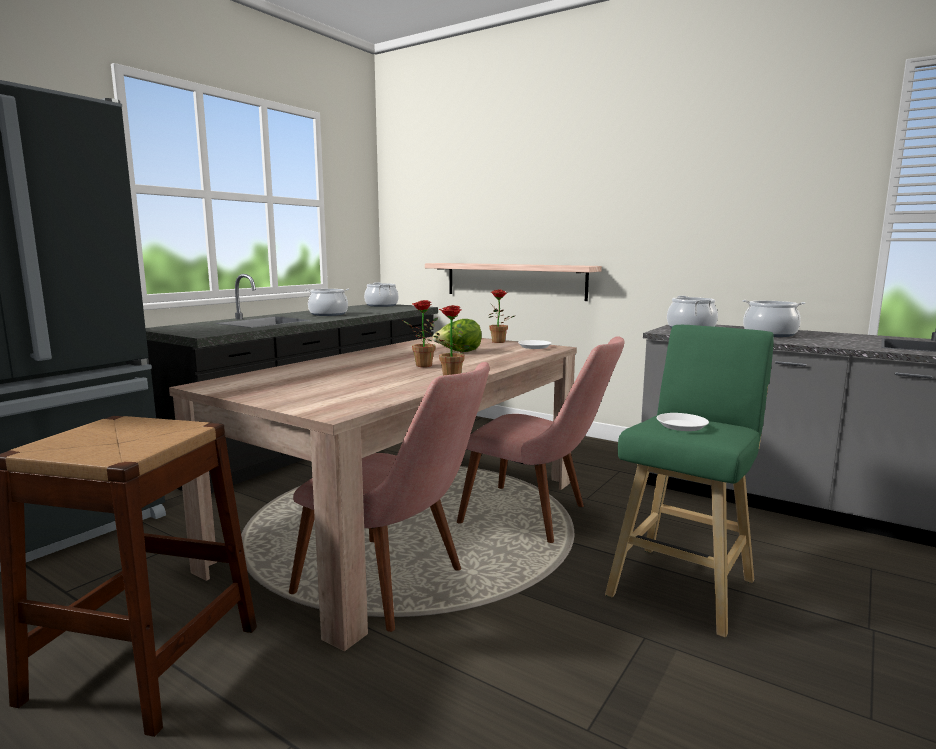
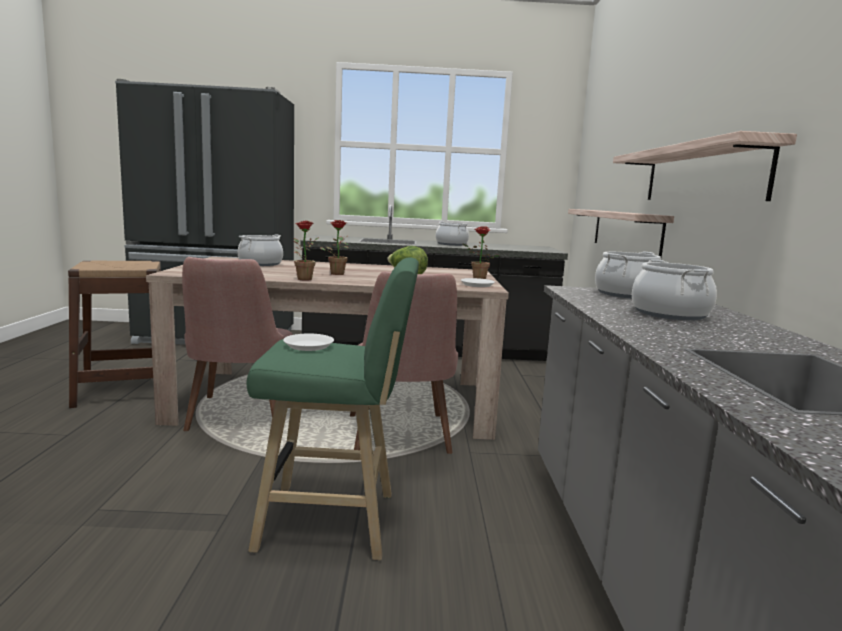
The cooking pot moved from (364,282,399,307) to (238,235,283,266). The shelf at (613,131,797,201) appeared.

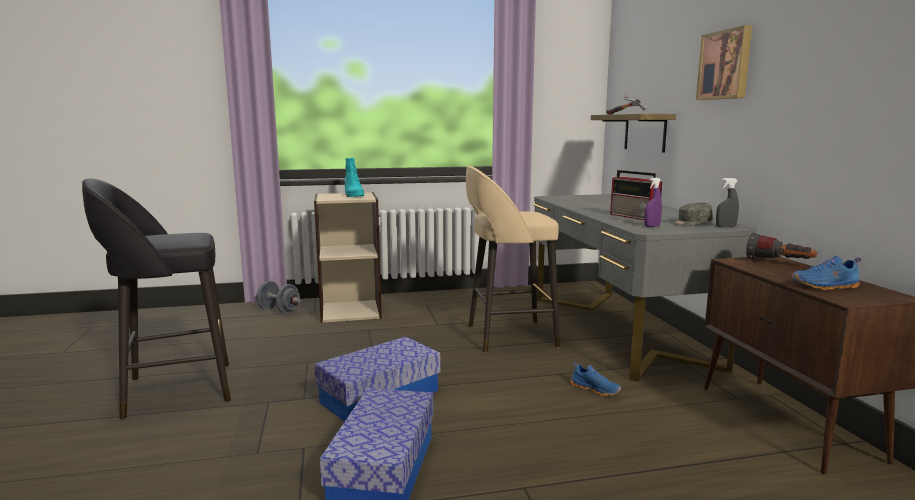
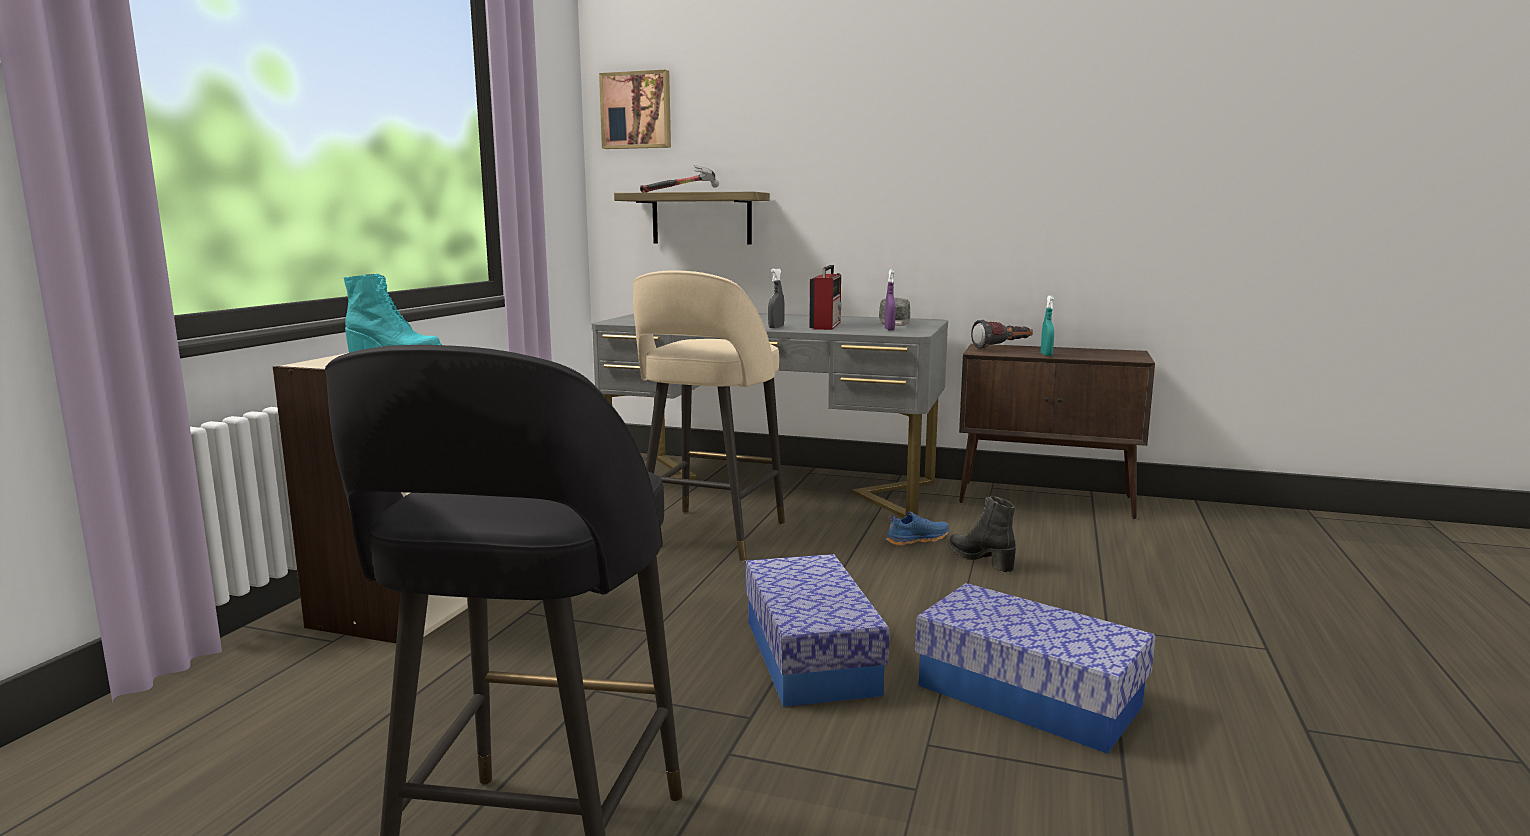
The wall picture moved from (696,25,752,100) to (599,70,671,149). The grey sprayer moved from (716,178,739,227) to (768,268,785,328). The radio at (610,170,662,220) turned 75 degrees counterclockwise. The blackish tall boot at (948,496,1016,572) appeared. The turquoise sprayer at (1041,296,1054,356) appeared. The grey dumbbell at (256,281,300,313) disappeared. The blue item of footwear at (792,256,861,290) disappeared.

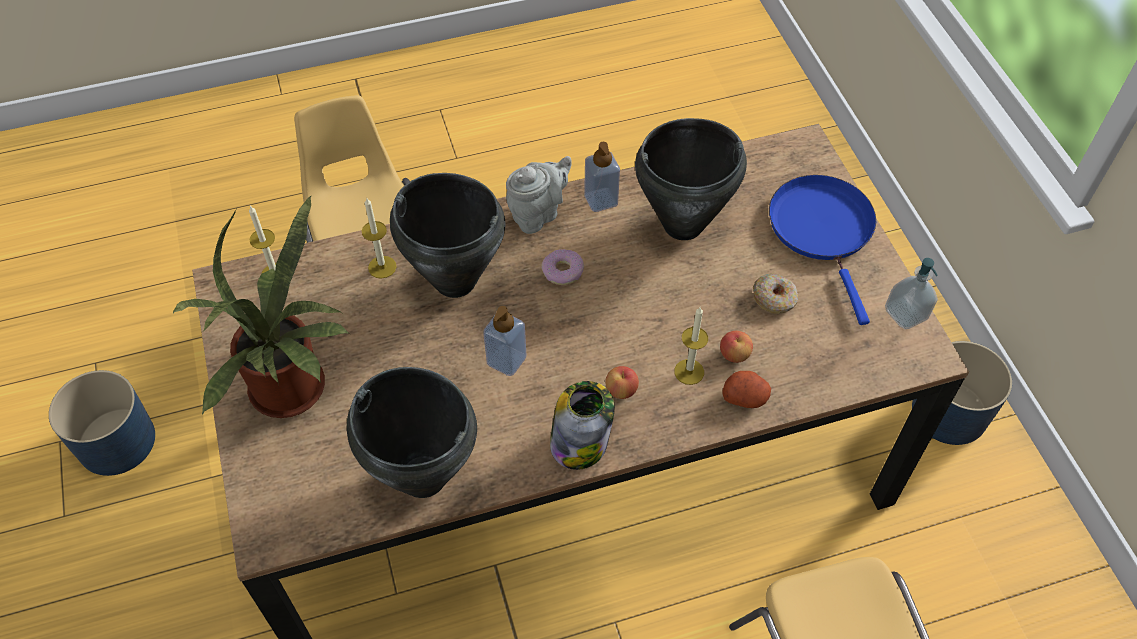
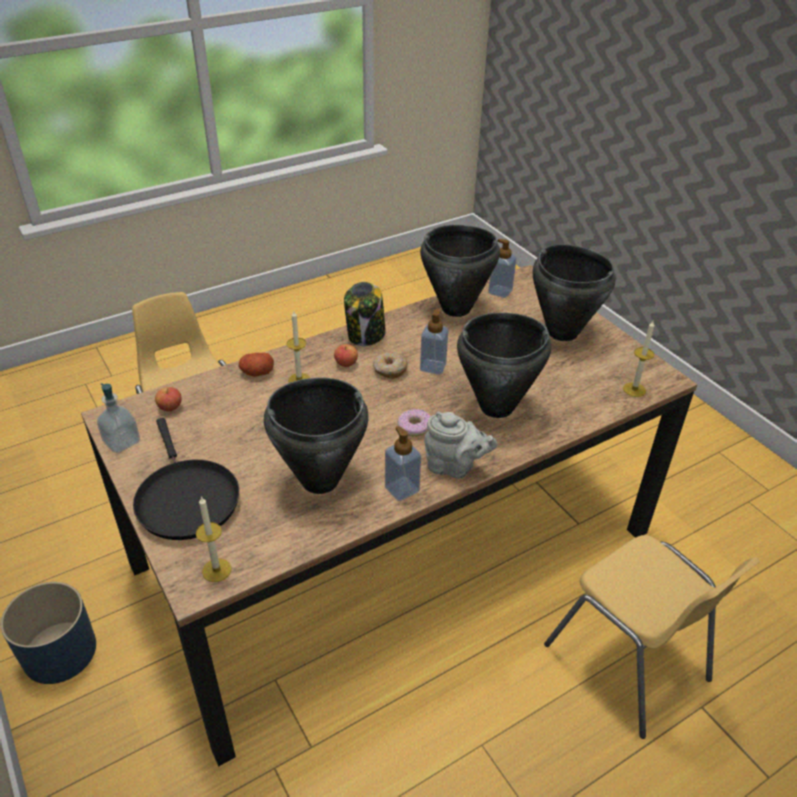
The blue frying pan at (769,175,876,325) became the blackish frying pan at (133,418,239,540). The whole apple moved from (720,331,753,363) to (155,387,182,411). The wax light moved from (362,197,396,279) to (196,496,231,582). The ring doughnut moved from (753,274,798,314) to (373,352,408,379). The grey teapot at (506,156,572,234) turned 105 degrees counterclockwise. The soap dispenser at (488,239,517,298) appeared. The potted plant at (173,195,350,418) was replaced by the blackish cooking pot at (533,244,616,341). The blue plant pot at (49,370,155,476) disappeared.

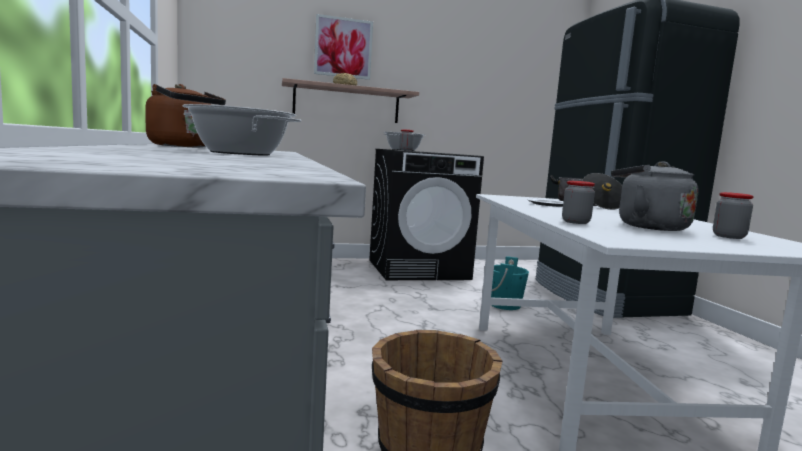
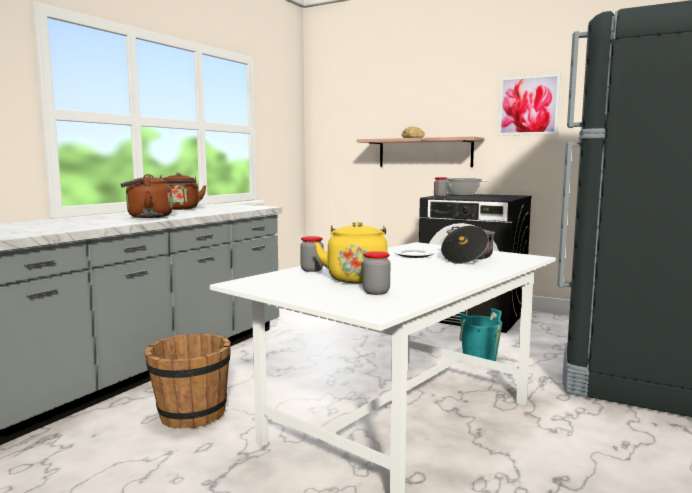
The cooking pot at (182,104,301,156) was replaced by the brown kettle at (121,174,173,218). The grey kettle at (611,161,699,231) became the yellow kettle at (314,222,388,283). The wall picture moved from (314,14,373,80) to (498,74,561,136).

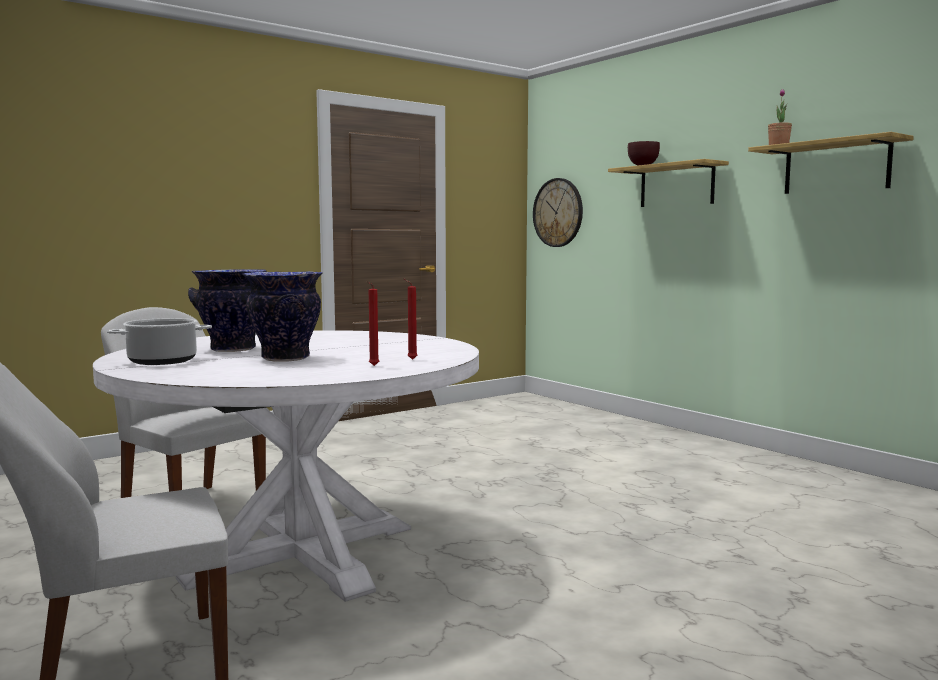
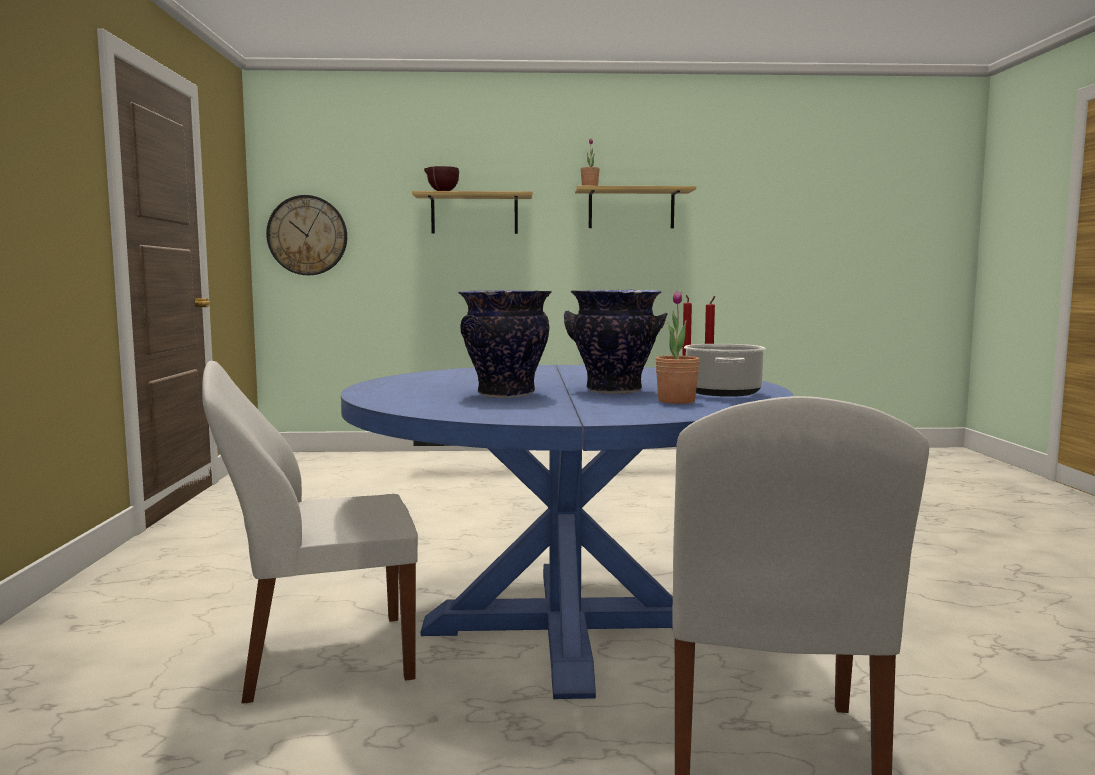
The whitish dinner table at (93,330,479,602) became the blue dinner table at (341,365,793,699). The potted plant at (655,291,700,404) appeared. The cooking pot moved from (107,318,212,365) to (684,344,766,397).

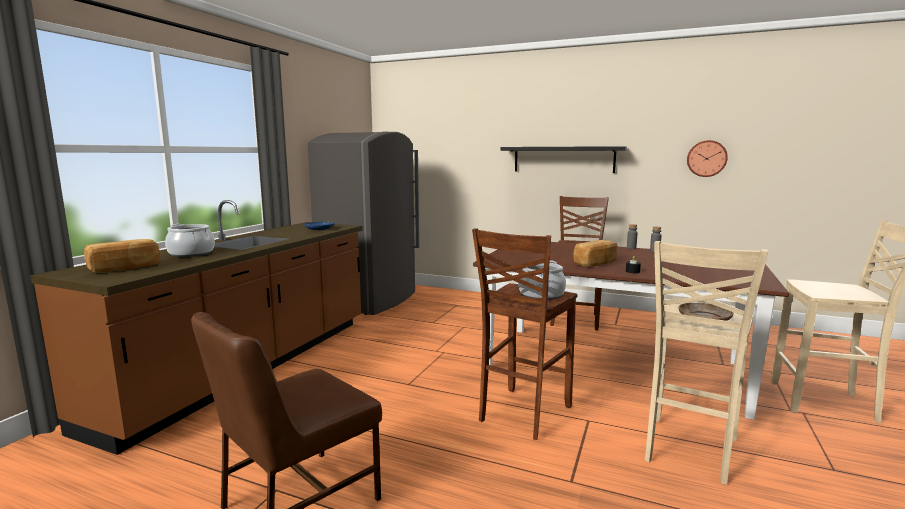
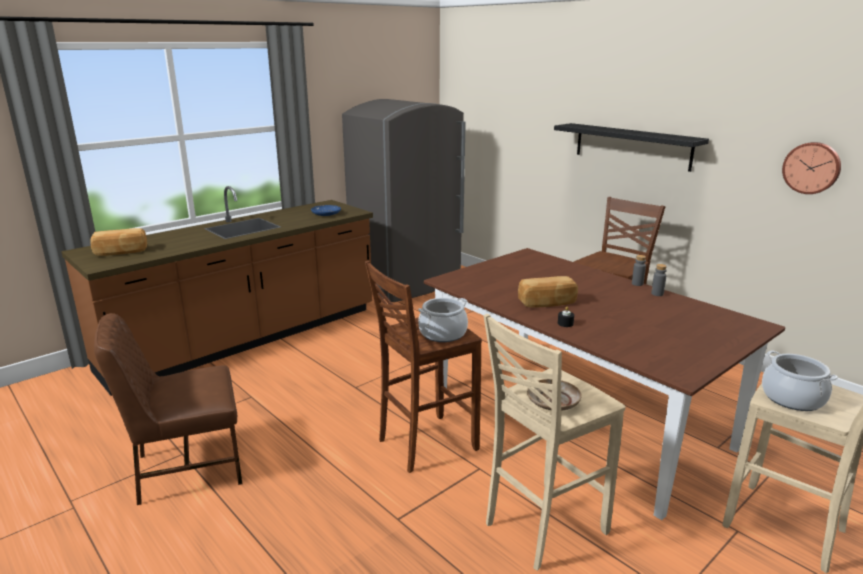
The cooking pot moved from (165,224,215,257) to (762,350,838,411).

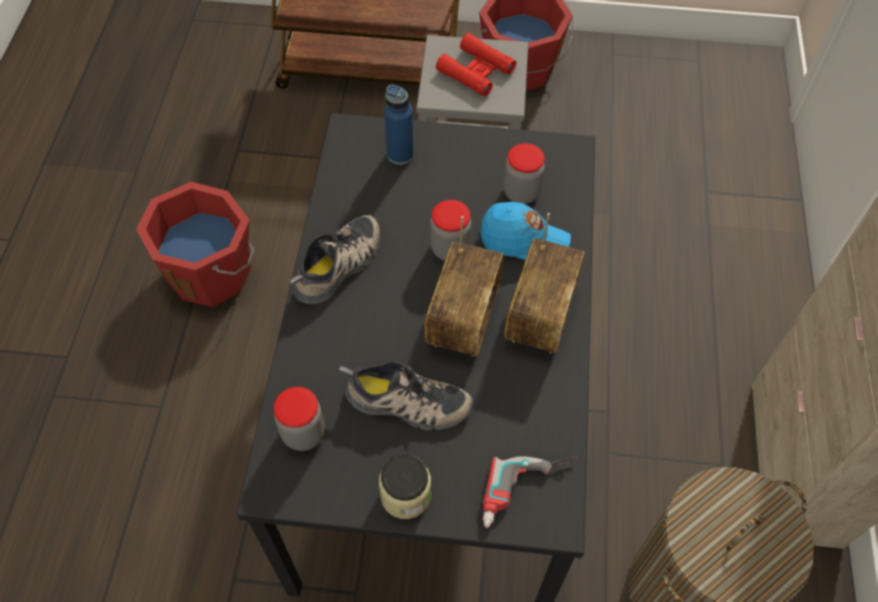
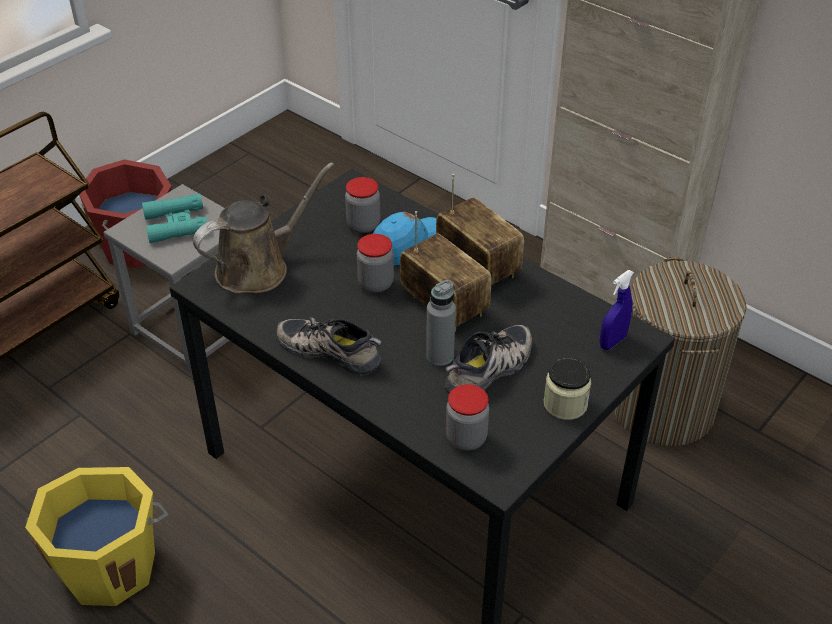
The red water bucket at (136,182,255,307) became the yellow water bucket at (25,467,168,606). The red binoculars at (436,33,516,96) became the turquoise binoculars at (142,194,207,243). The blue drink bottle at (384,84,414,165) was replaced by the brown sprinkling can at (193,162,334,294). The item of footwear at (289,215,380,305) turned 45 degrees counterclockwise. The grey drink bottle at (426,280,456,366) appeared. The power drill at (482,456,577,528) was replaced by the blue sprayer at (600,270,634,350).

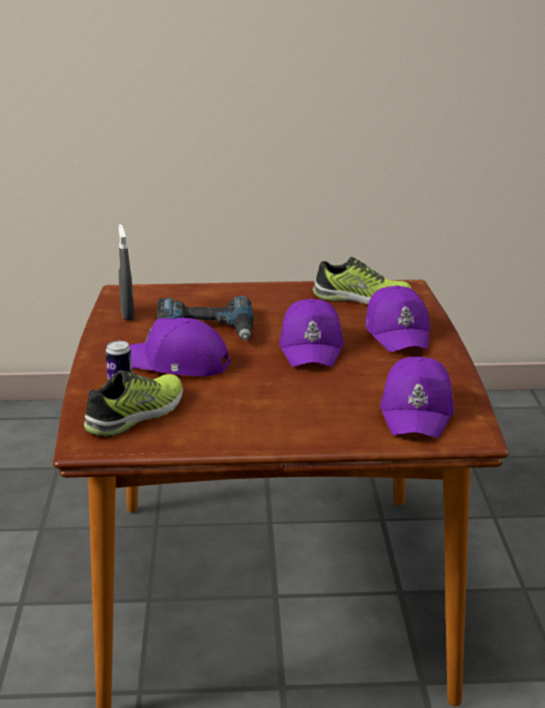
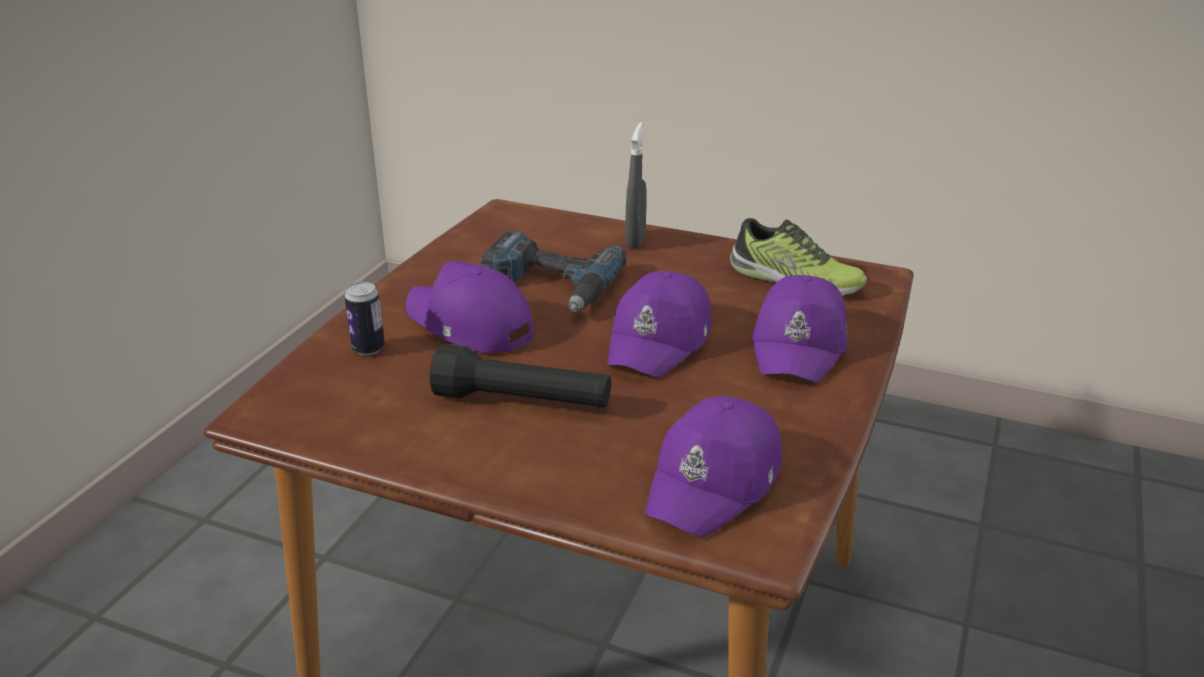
The blackish torch at (430,343,611,408) appeared. The grey sprayer moved from (119,224,135,321) to (625,122,647,249). The item of footwear at (84,370,183,437) disappeared.

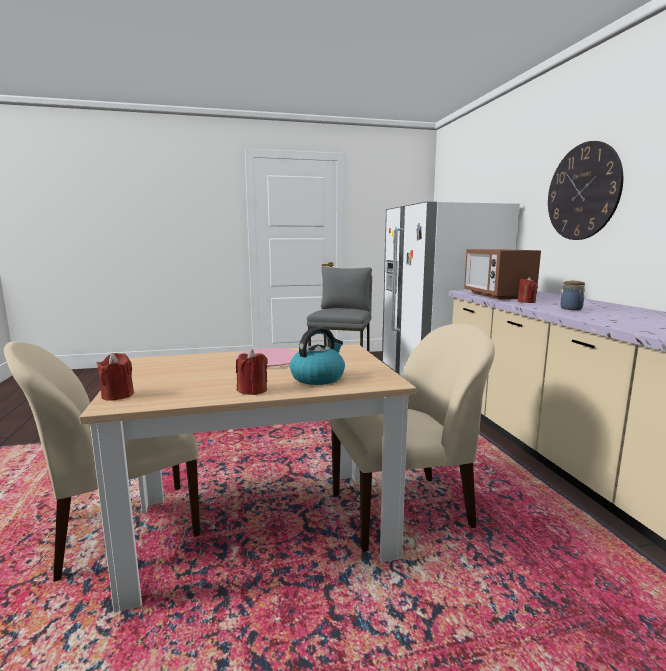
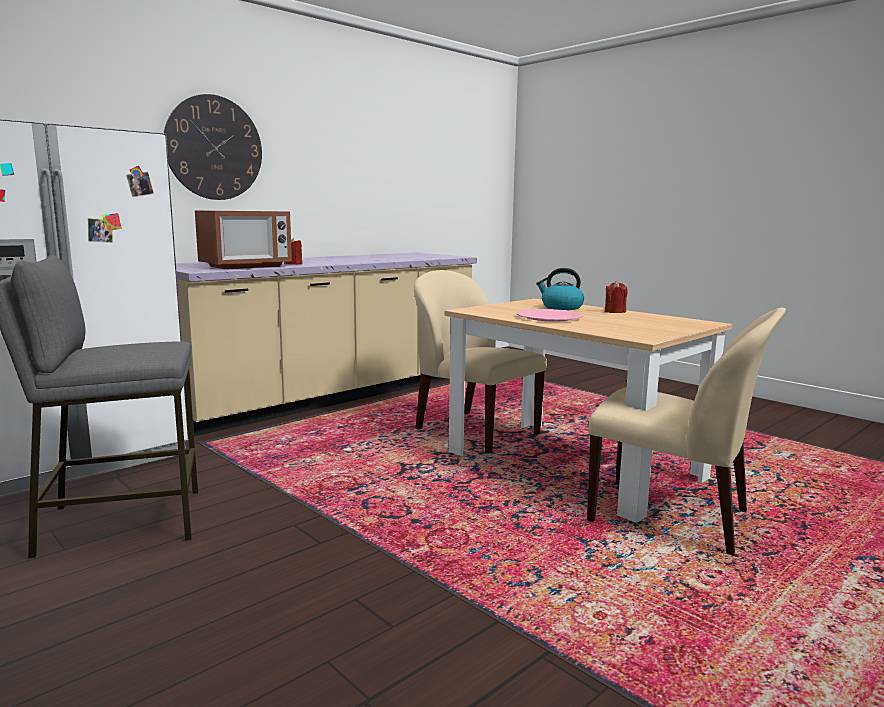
The red wax light at (97,353,134,401) disappeared. The jar at (561,281,585,310) disappeared.

